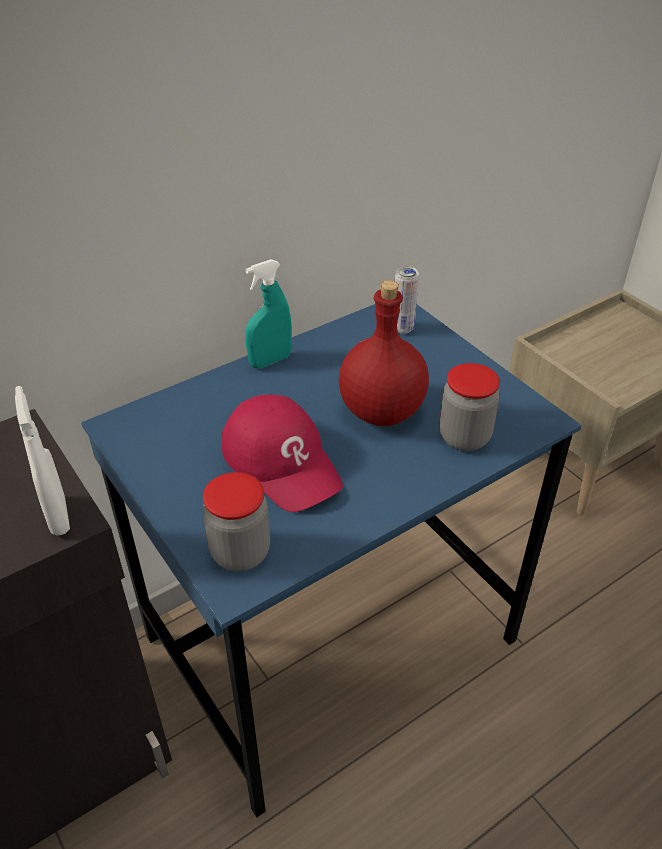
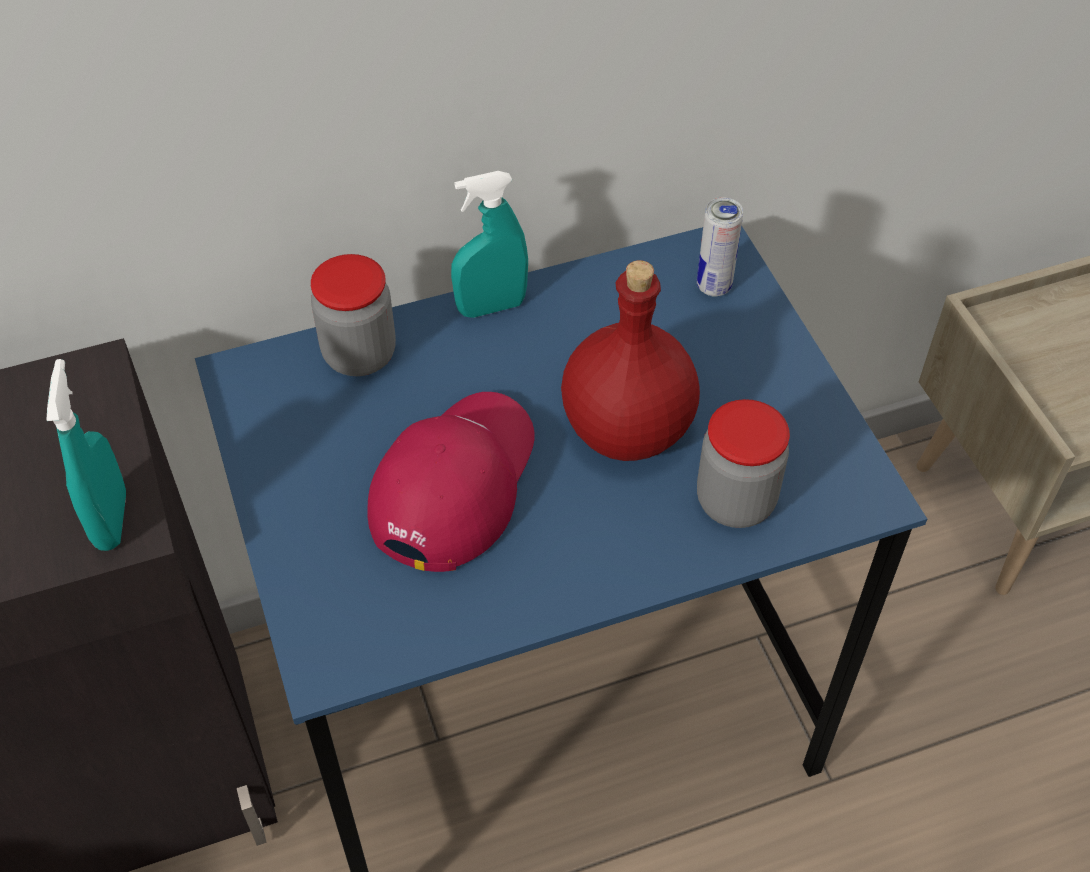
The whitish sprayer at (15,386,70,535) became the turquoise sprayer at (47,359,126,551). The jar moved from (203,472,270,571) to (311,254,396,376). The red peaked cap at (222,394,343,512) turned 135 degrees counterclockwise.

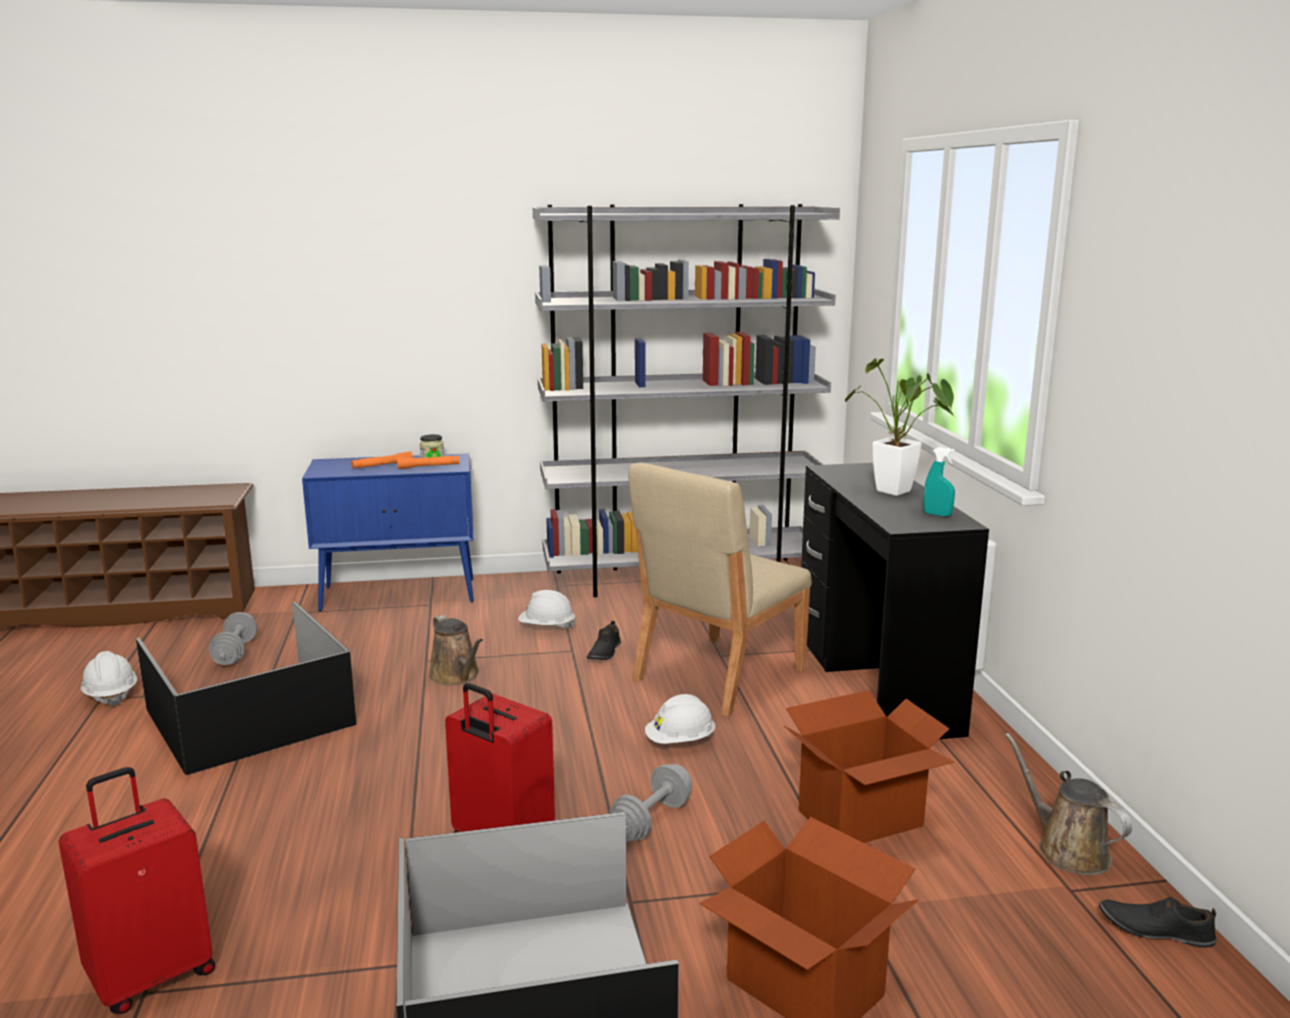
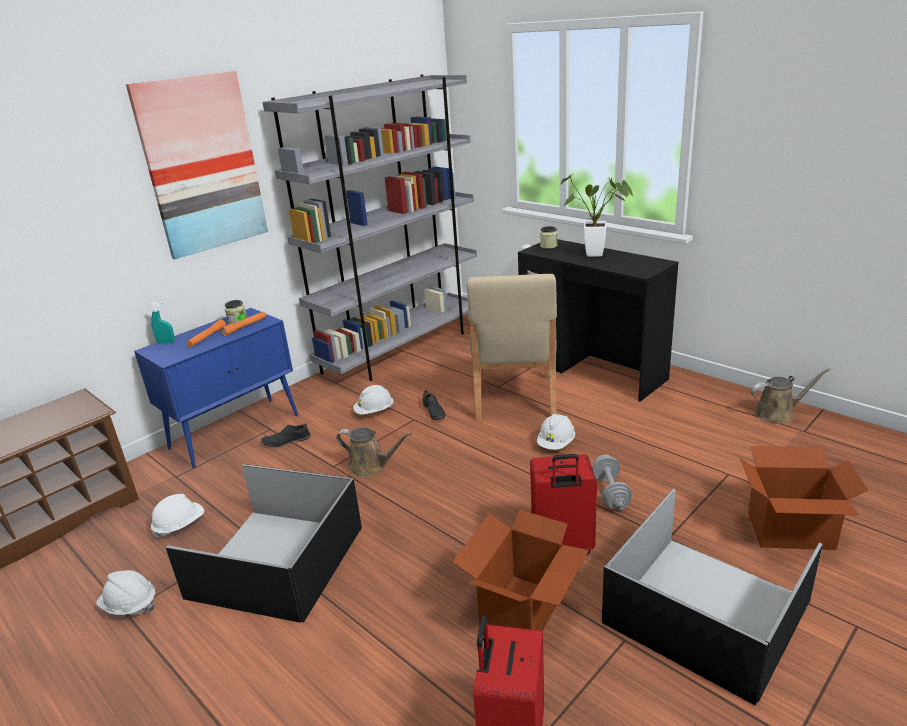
The wall picture at (126,71,268,259) appeared. The turquoise sprayer moved from (923,447,955,517) to (149,302,175,344). The grey dumbbell at (209,612,257,665) was replaced by the whitish work helmet at (151,494,204,538). The blackish item of footwear moved from (1099,897,1216,948) to (261,422,311,447). The cardboard box moved from (784,690,954,843) to (452,510,589,631). The jar at (540,226,557,249) appeared. The brown sprinkling can at (1005,733,1132,875) turned 150 degrees clockwise.

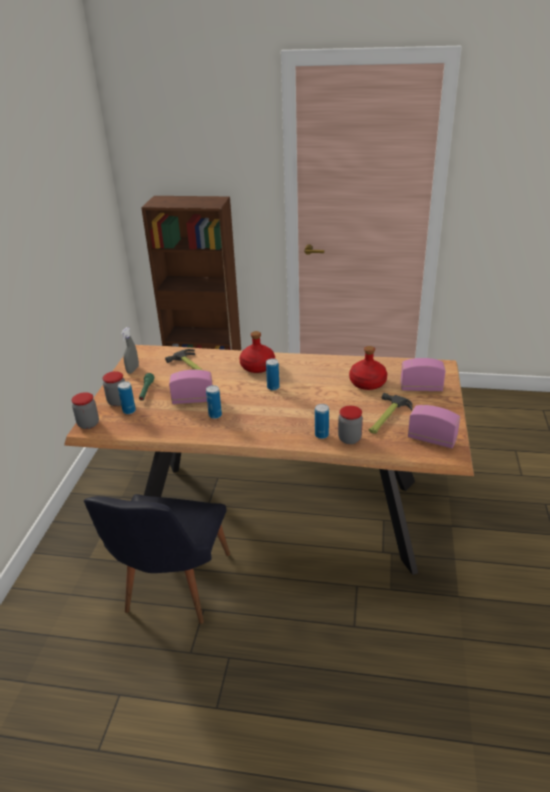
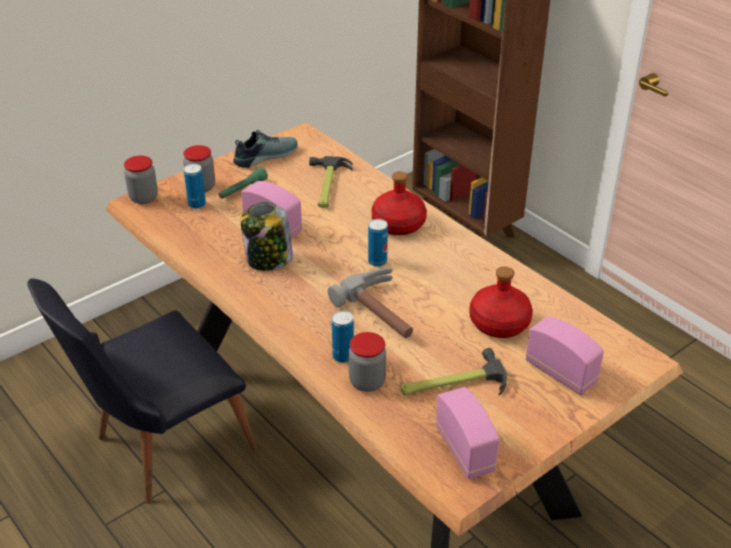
The grey sprayer at (121,327,139,374) was replaced by the item of footwear at (233,130,298,168). The metal can at (206,385,222,419) was replaced by the jar at (240,202,293,271). The tool hammer at (328,268,413,338) appeared.

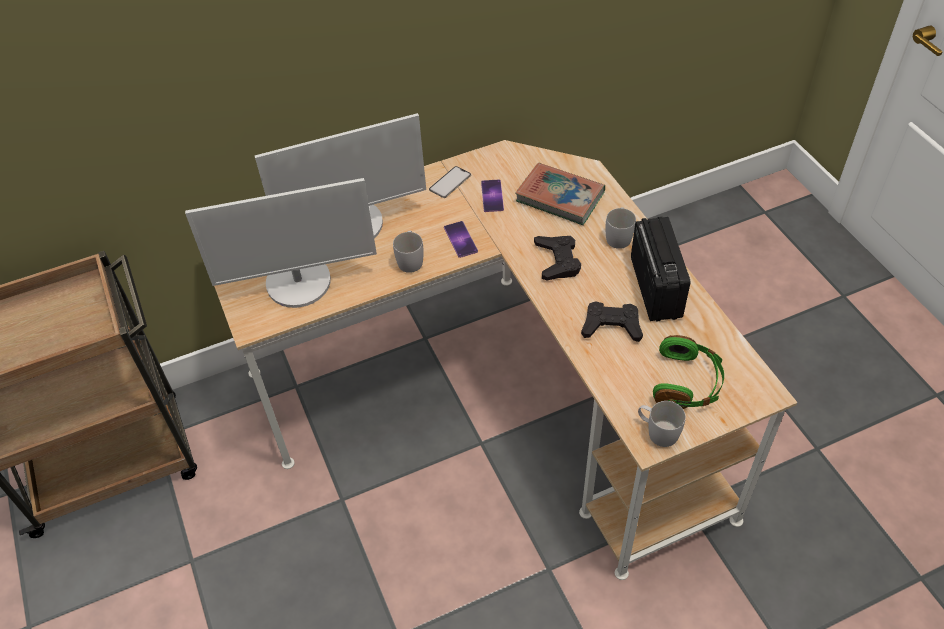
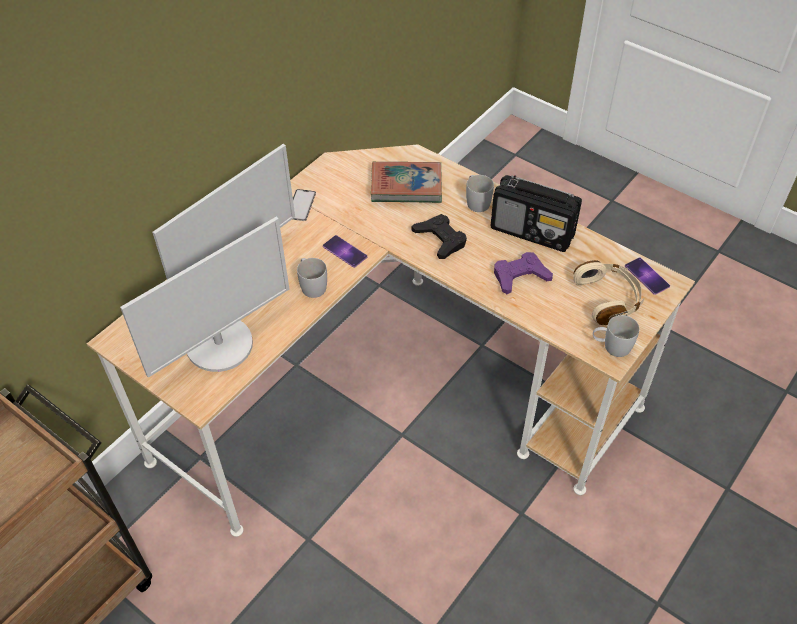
The radio at (631,216,690,322) turned 150 degrees clockwise. The blackish gamepad at (581,301,643,342) became the purple-coloured gamepad at (494,252,553,294). The greenish headphones at (653,335,724,409) became the sand-coloured headphones at (573,260,644,325). The telephone moved from (481,179,504,212) to (625,257,670,295).

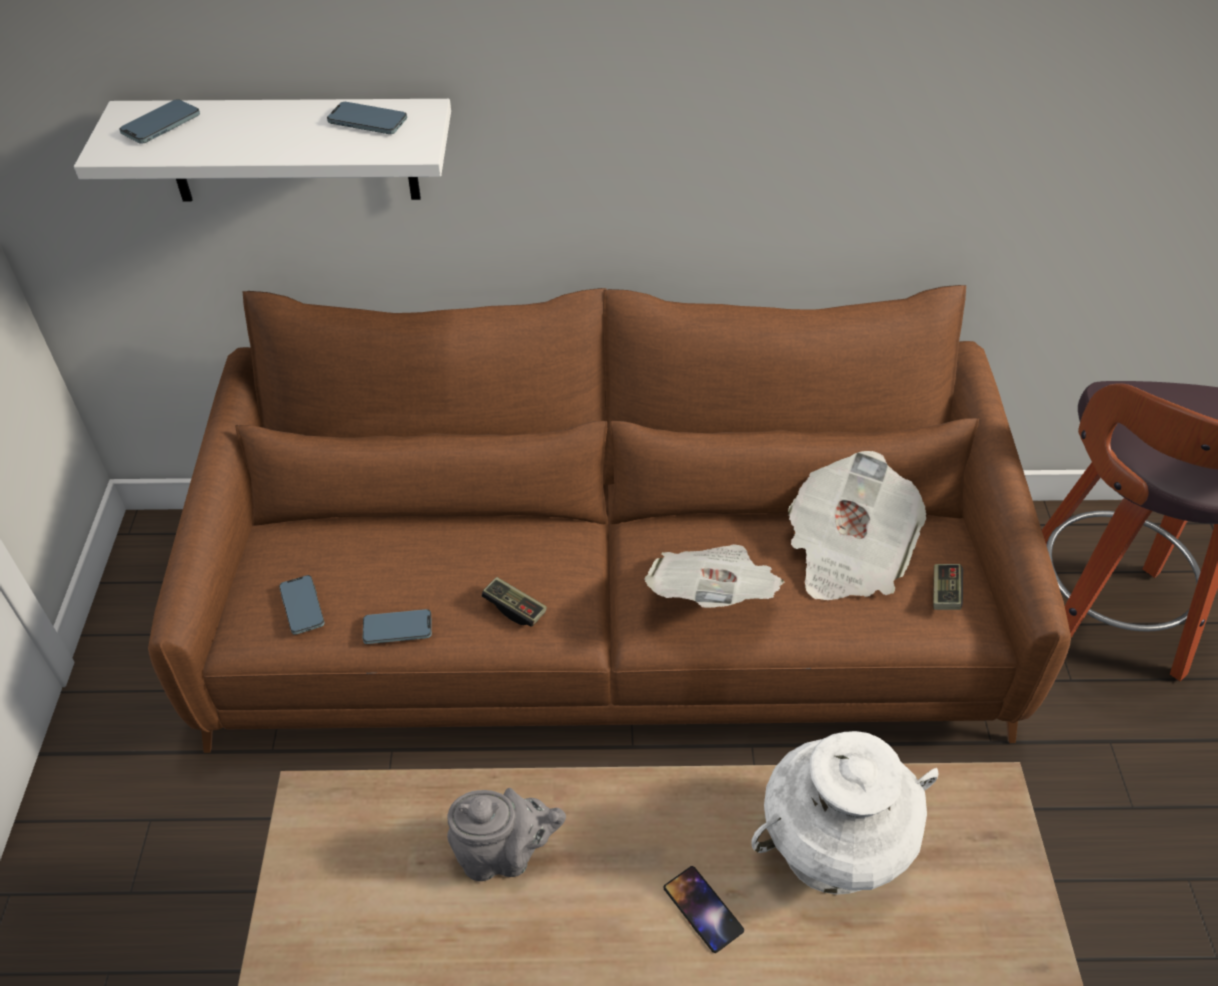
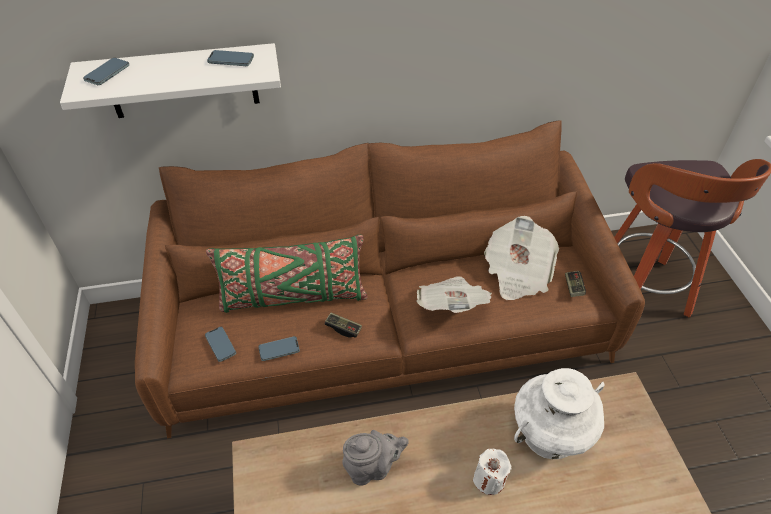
The greenish throw pillow at (206,235,368,313) appeared. The telephone at (663,866,744,953) was replaced by the whitish wax light at (473,449,511,495).

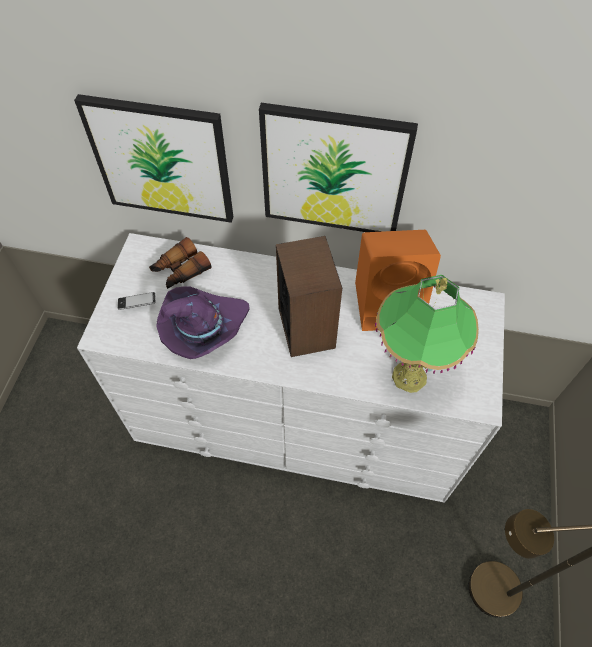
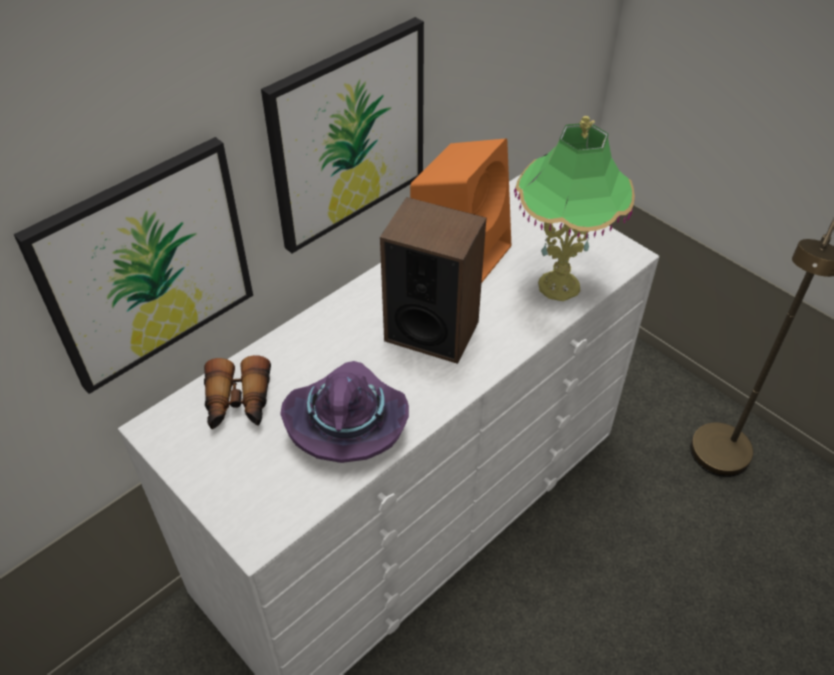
The telephone at (118,292,156,310) disappeared.

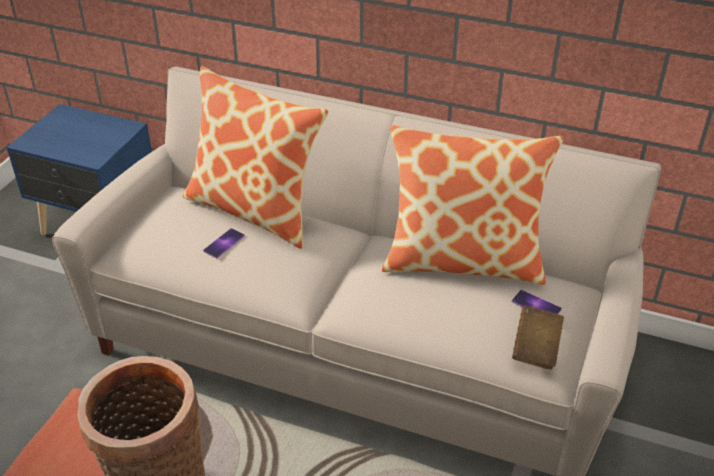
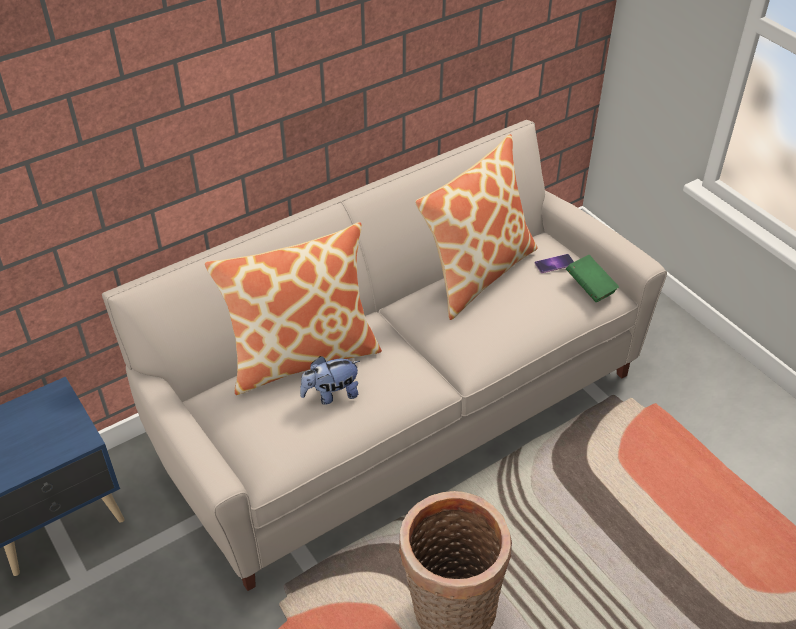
The telephone at (203,228,245,258) was replaced by the cuddly toy at (300,356,360,405). The brown book at (512,306,564,370) became the greenish book at (566,255,619,302).

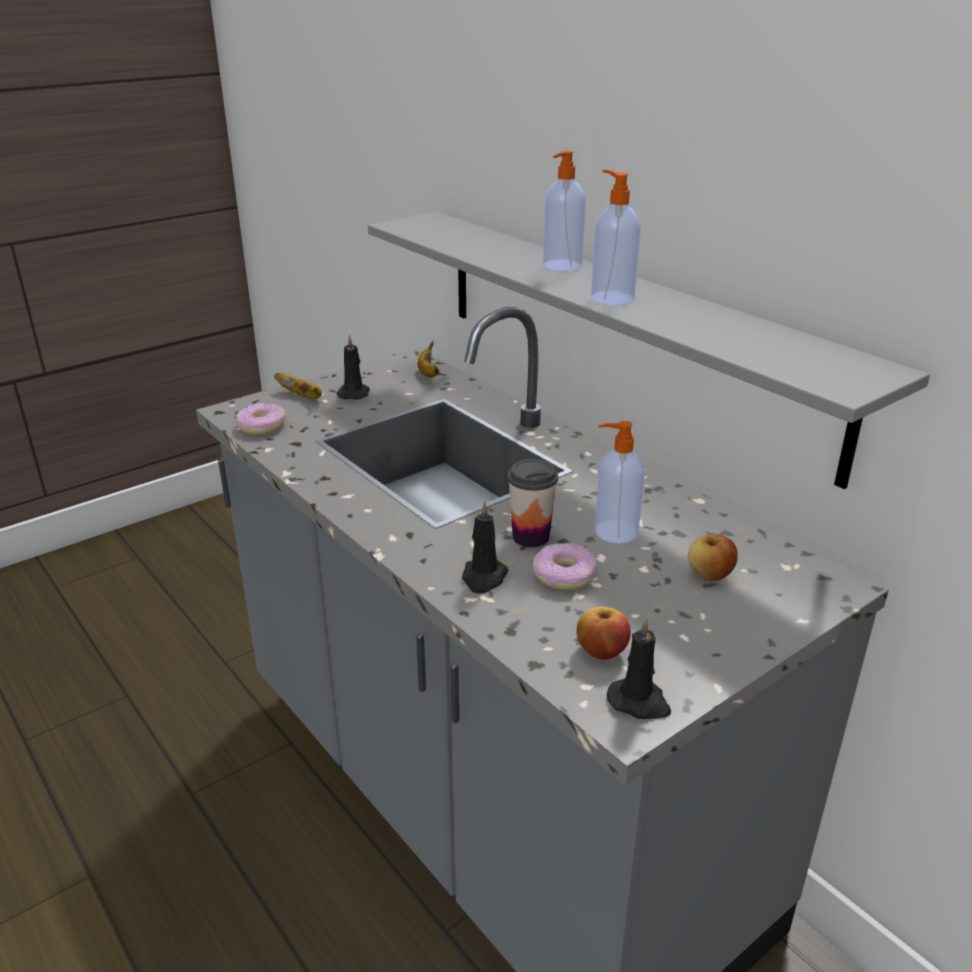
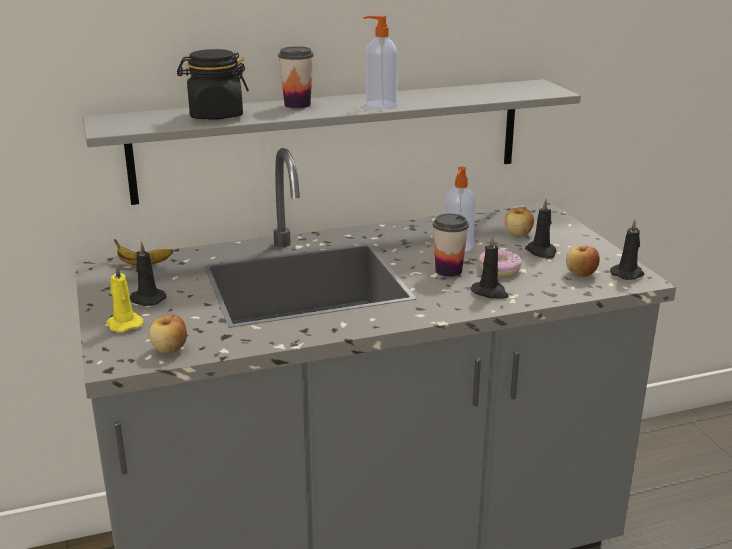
The banana at (274,373,322,399) was replaced by the yellow wax light at (107,263,144,332). The ring doughnut at (236,403,286,435) was replaced by the whole apple at (149,315,187,353). The blackish jar at (177,49,249,120) appeared. The soap dispenser at (543,150,586,271) was replaced by the small cup at (278,46,314,108). The blackish wax light at (525,199,557,259) appeared.

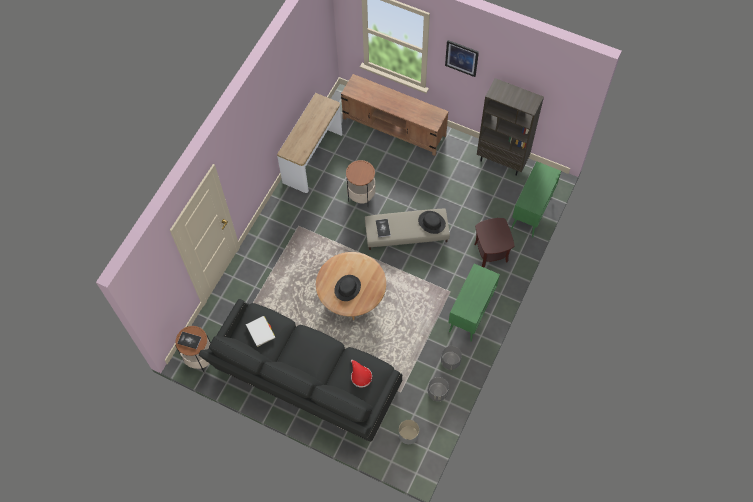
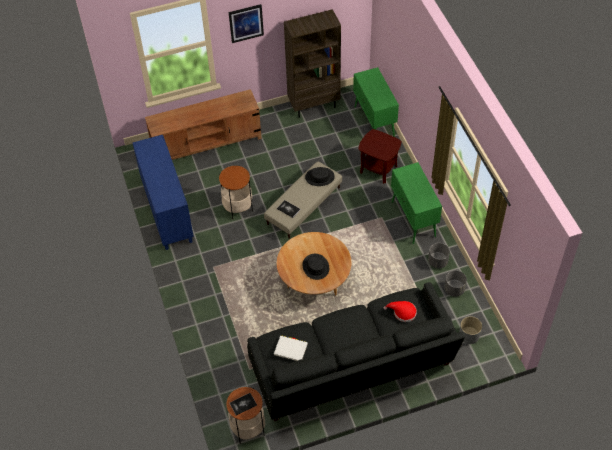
The console table at (277,93,342,193) was replaced by the blue storage cabinet at (133,135,194,250).

